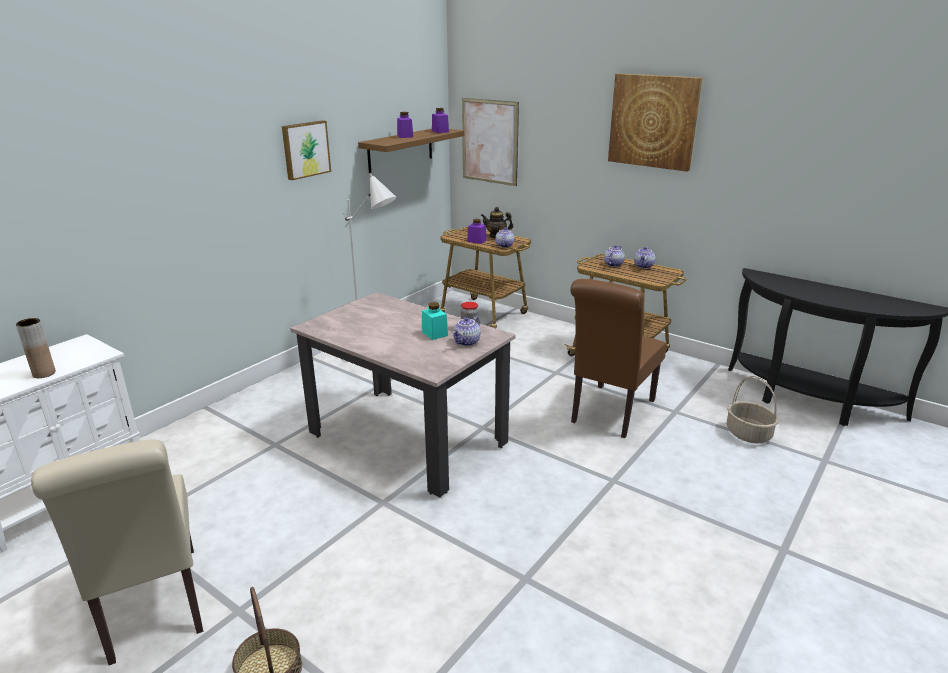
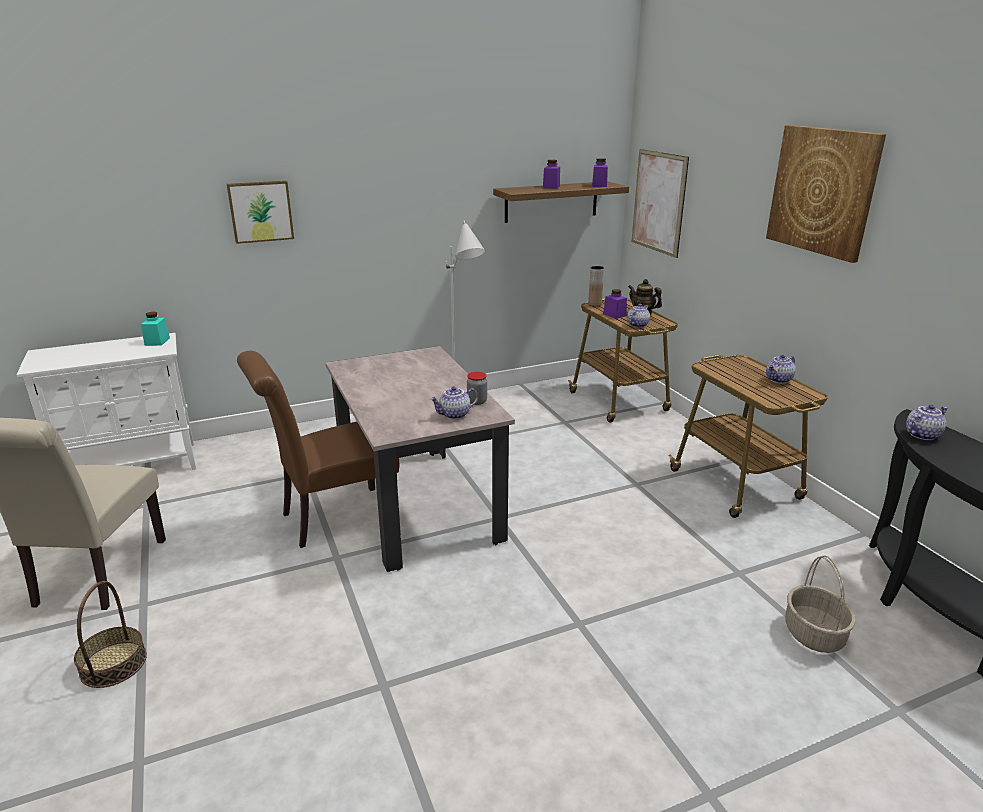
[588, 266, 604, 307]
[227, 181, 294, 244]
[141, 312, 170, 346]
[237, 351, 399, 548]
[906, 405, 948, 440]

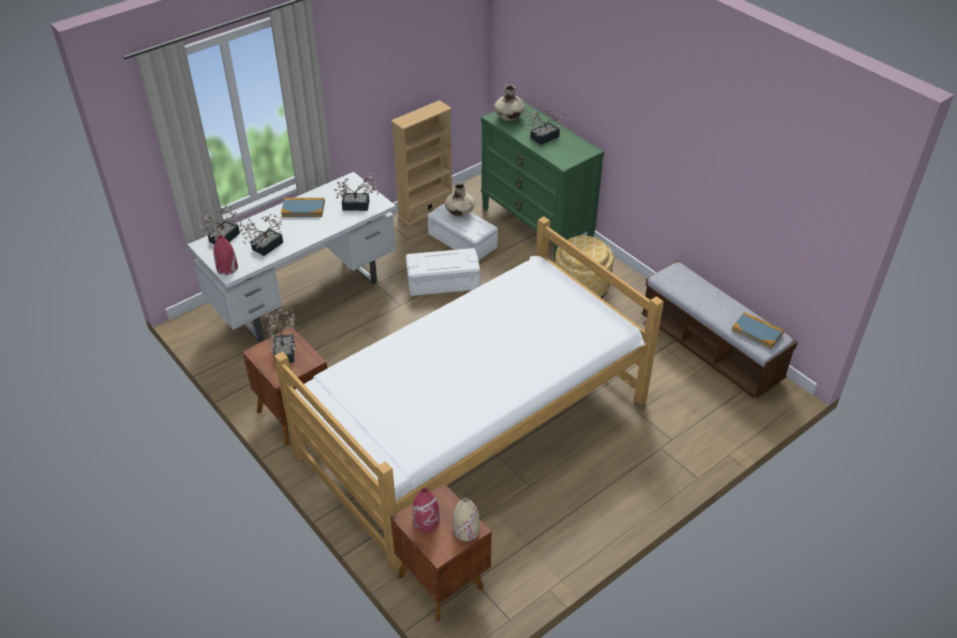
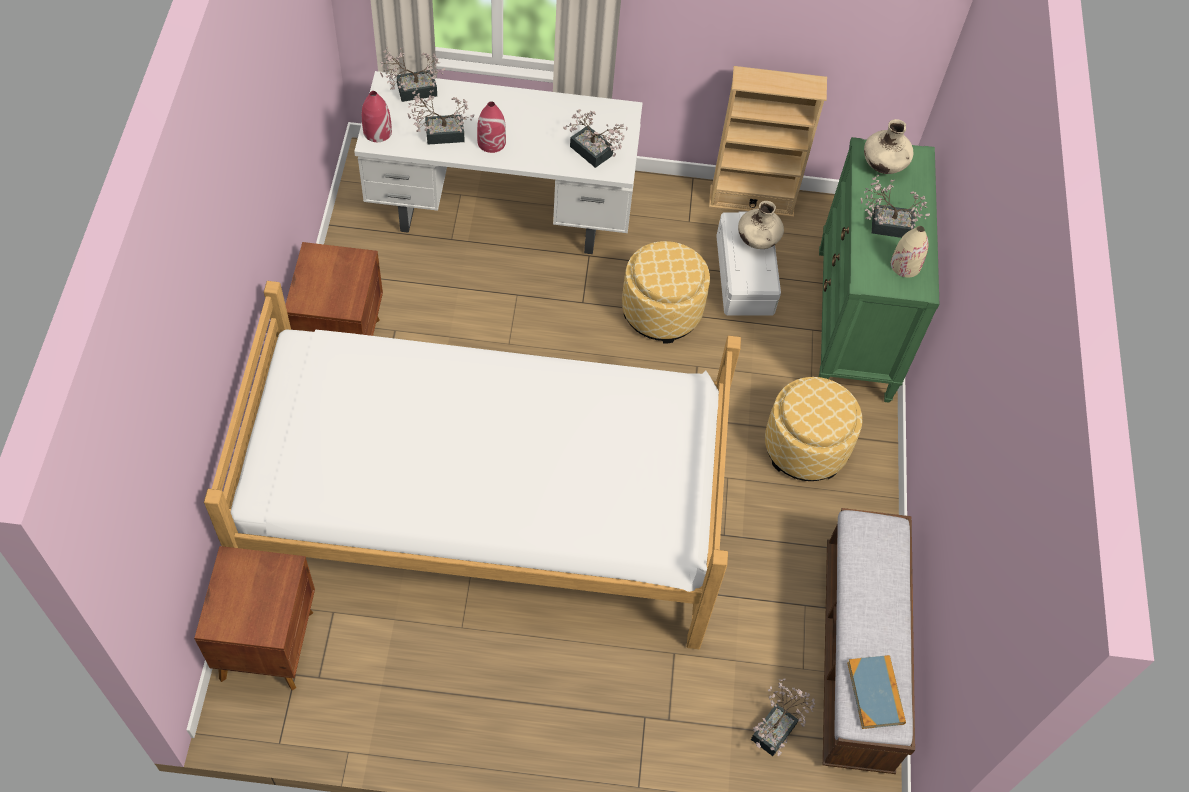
[281, 198, 325, 217] (first image)
[751, 678, 815, 756]
[477, 102, 506, 153]
[891, 226, 929, 277]
[622, 241, 710, 343]

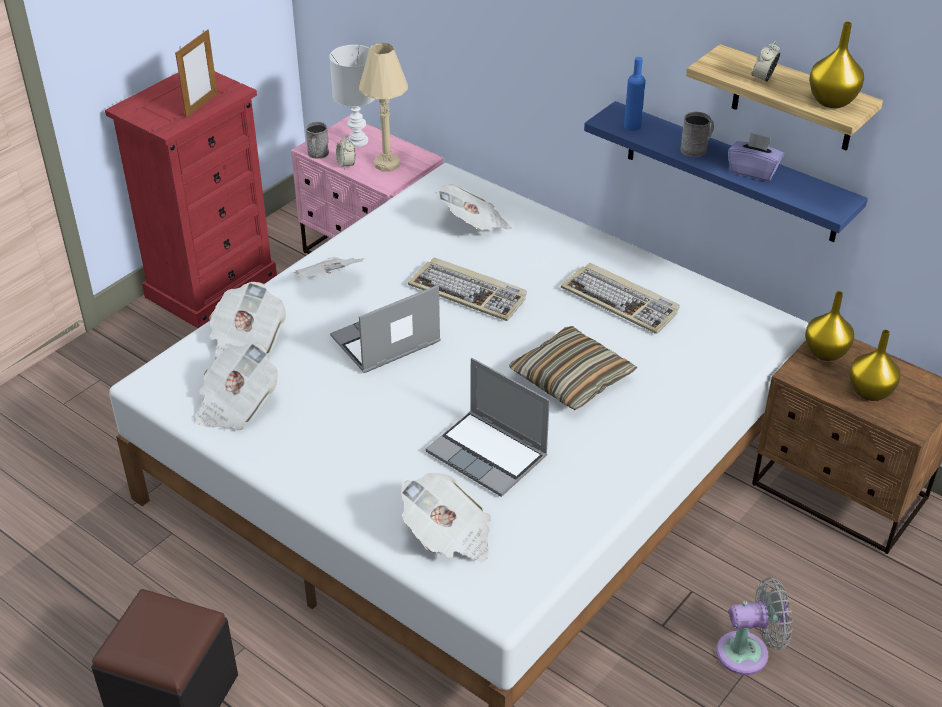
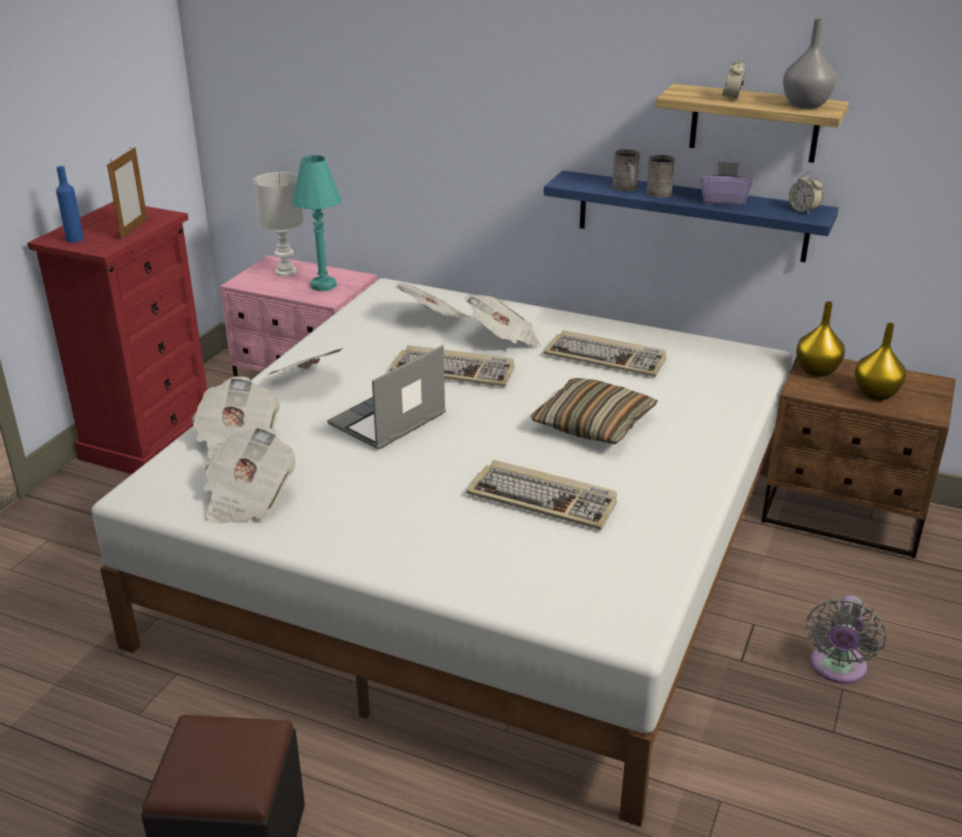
[612, 149, 640, 191]
[789, 172, 823, 215]
[465, 295, 541, 347]
[56, 166, 84, 243]
[467, 460, 618, 530]
[292, 155, 342, 291]
[783, 18, 836, 109]
[806, 595, 886, 684]

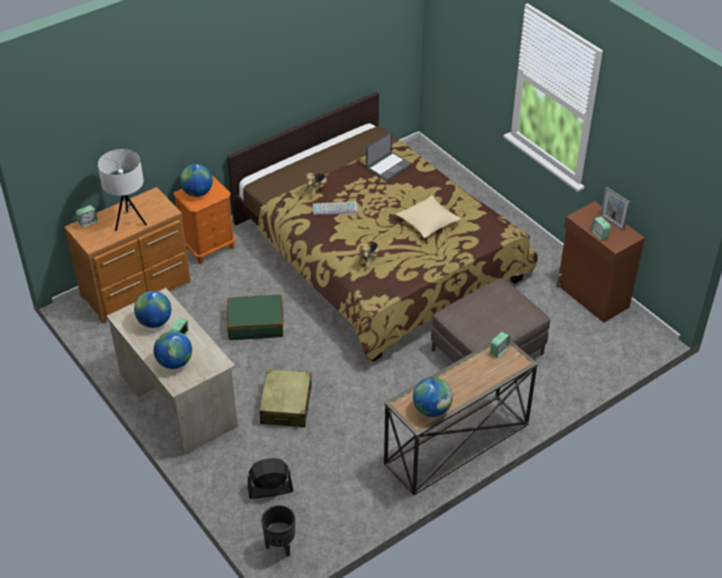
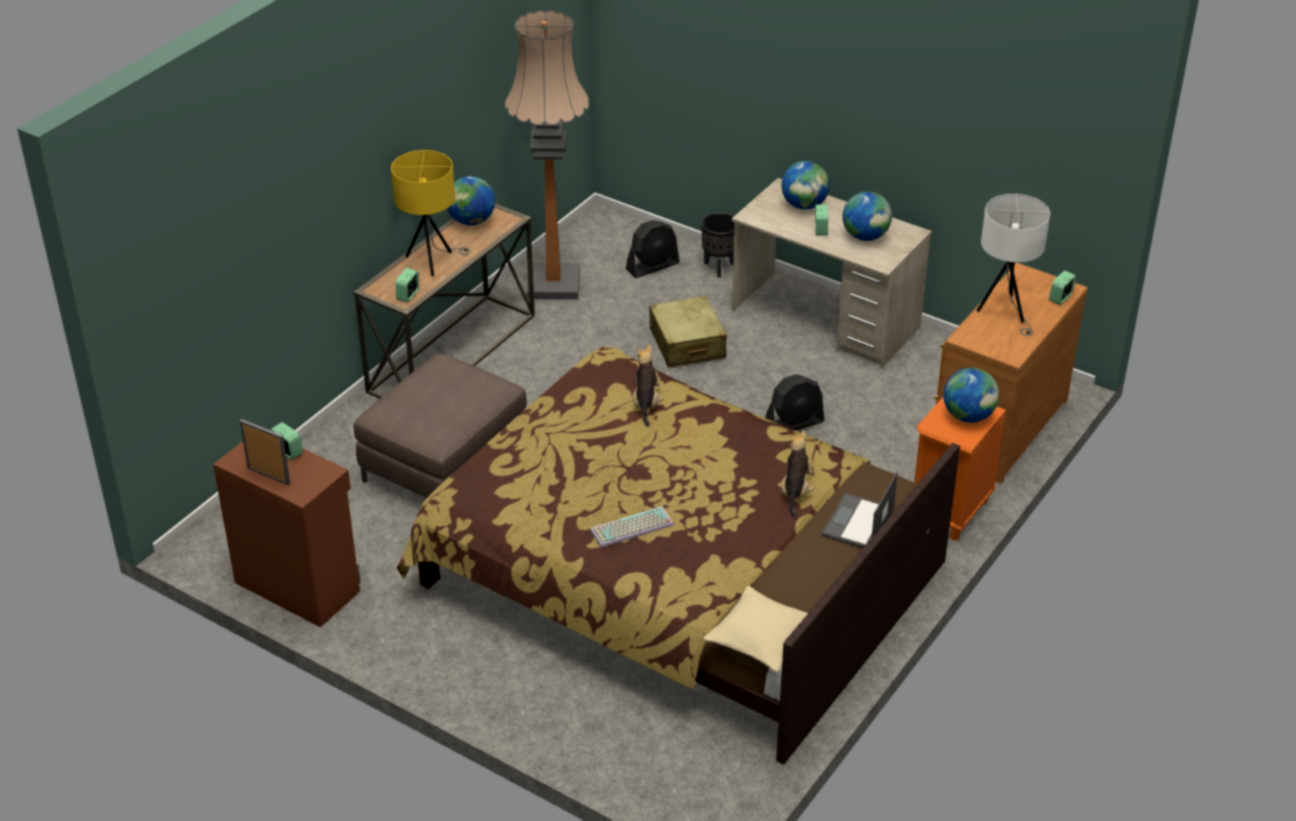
[391, 150, 470, 276]
[505, 10, 589, 300]
[701, 213, 735, 277]
[590, 506, 674, 548]
[821, 472, 898, 548]
[703, 586, 808, 672]
[765, 374, 824, 430]

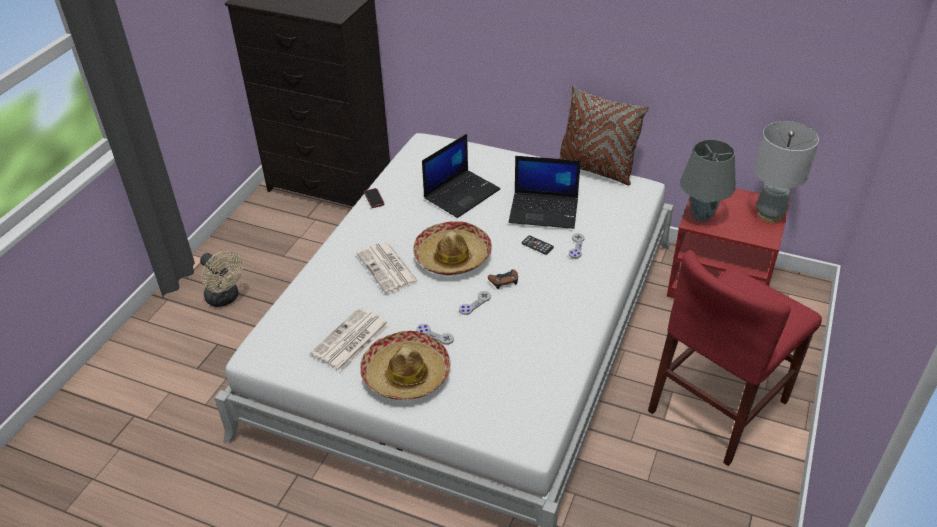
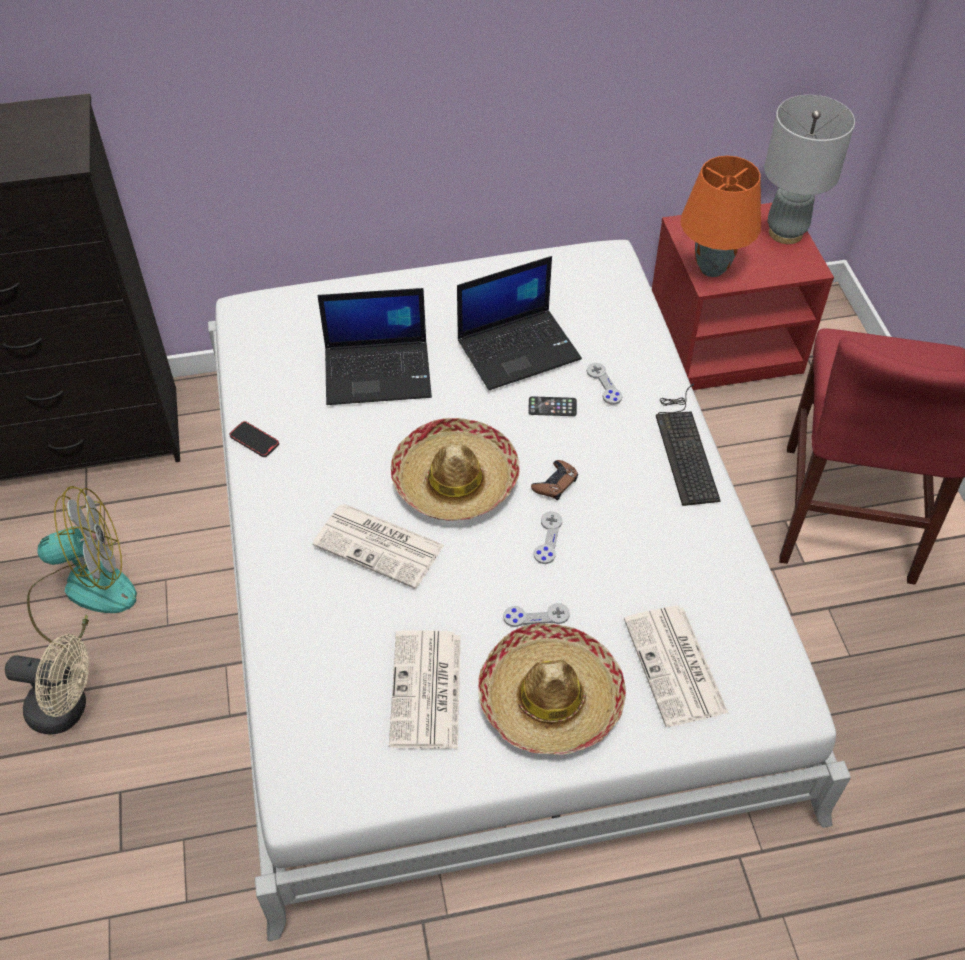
[558, 85, 649, 185] (first image)
[27, 486, 137, 648]
[624, 606, 728, 727]
[656, 383, 721, 506]
[681, 156, 761, 277]
[318, 288, 432, 405]

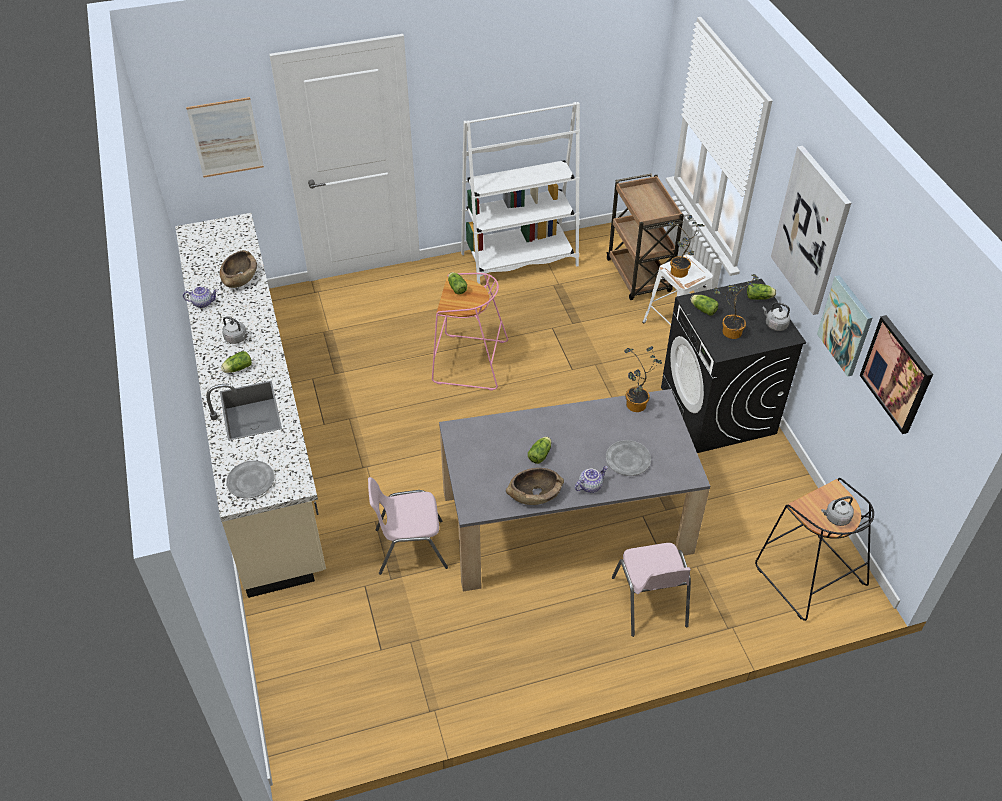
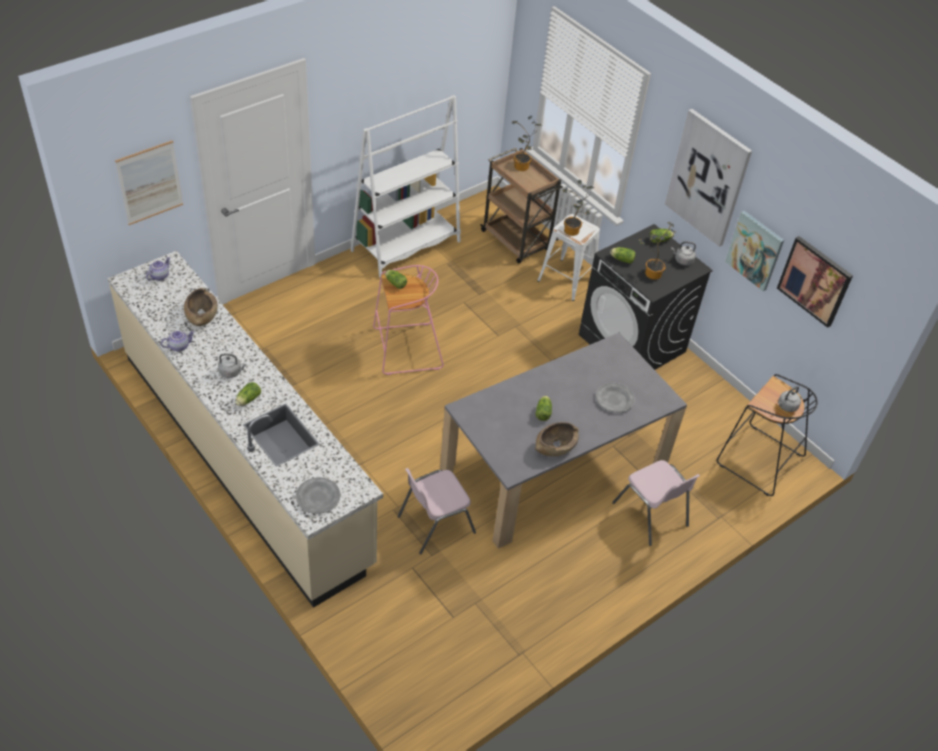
[146, 257, 170, 281]
[512, 116, 542, 171]

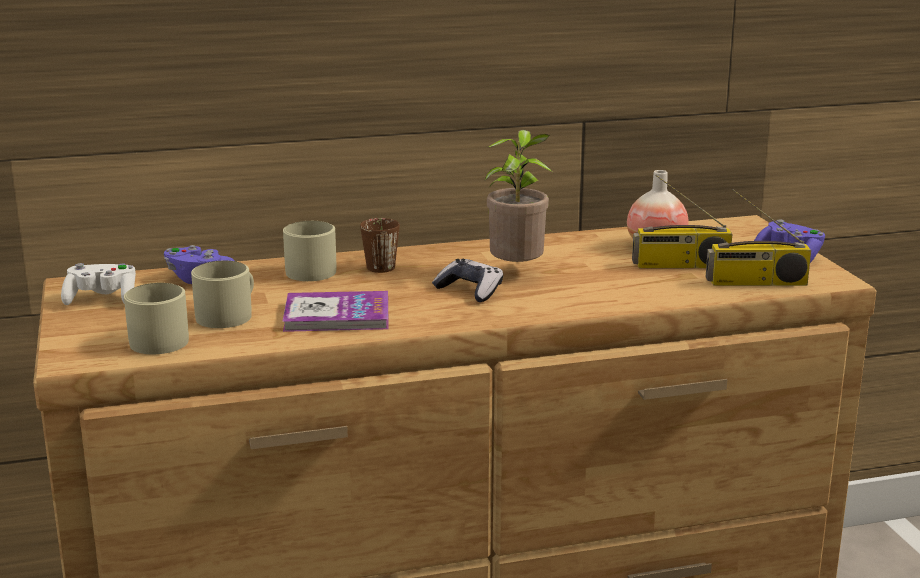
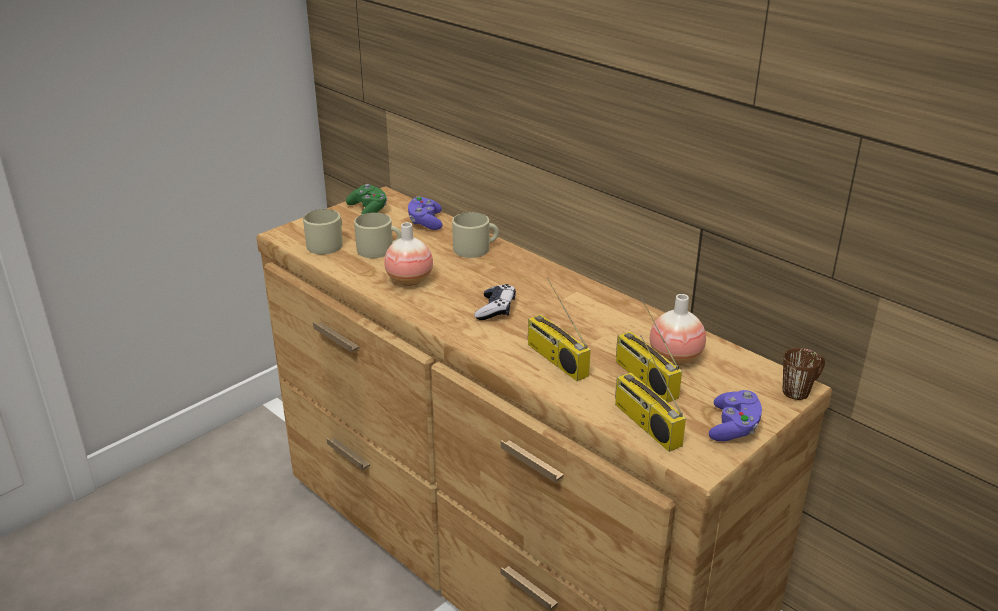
[485, 130, 552, 262] (first image)
[528, 278, 591, 381]
[783, 348, 825, 400]
[384, 222, 433, 286]
[346, 184, 388, 215]

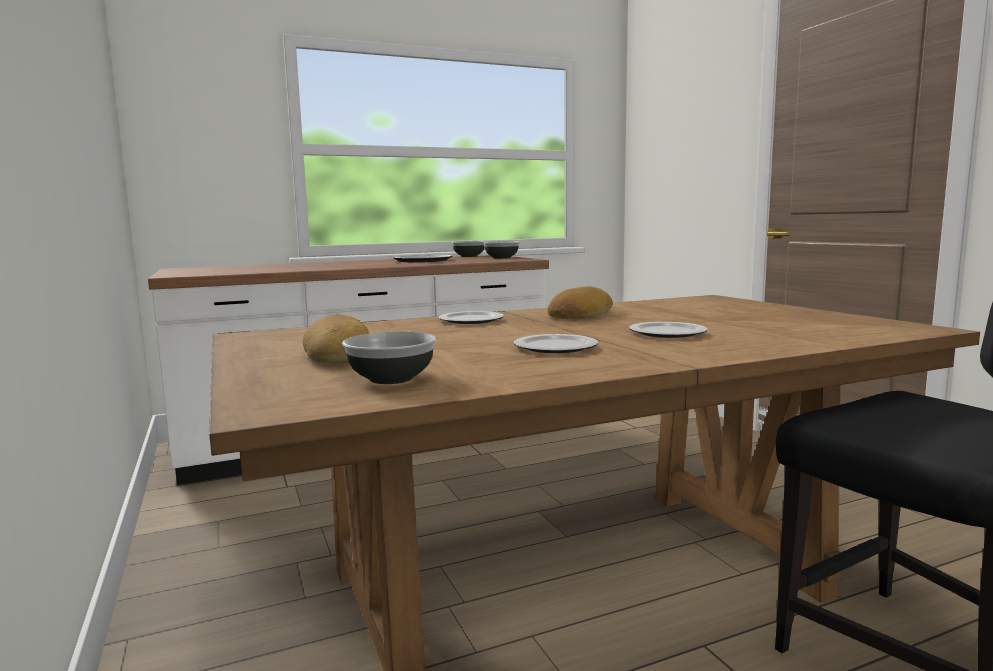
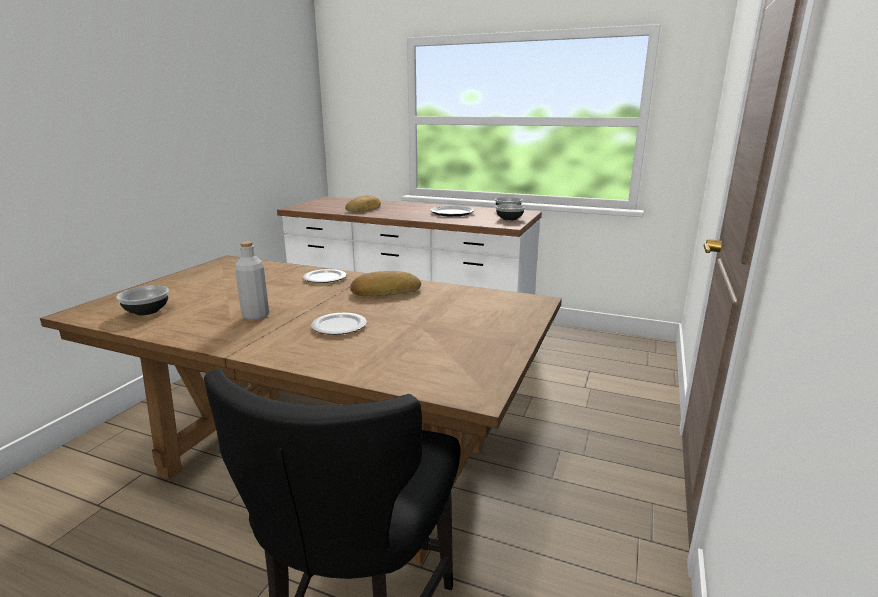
[345, 195, 381, 212]
[235, 241, 269, 320]

